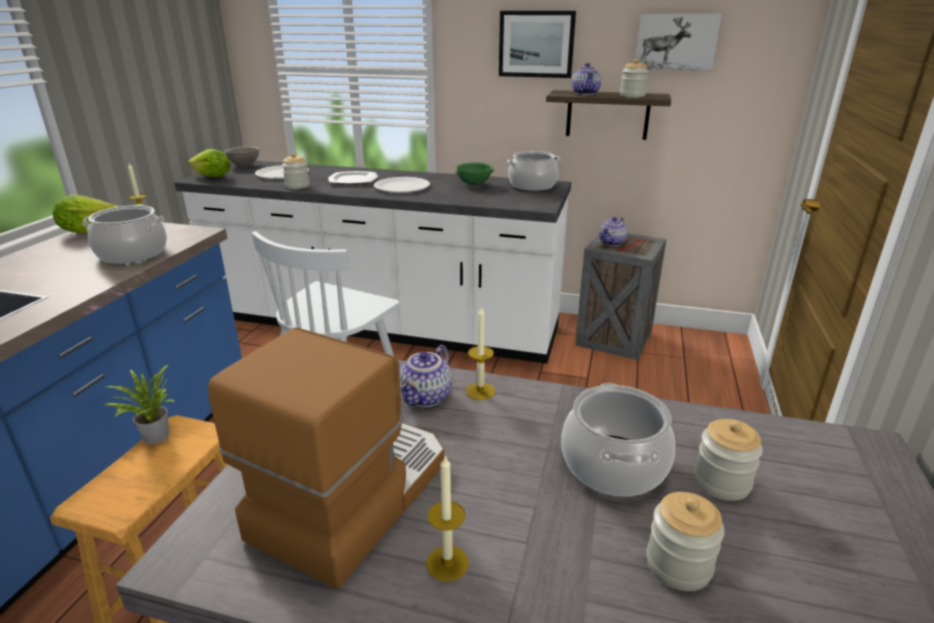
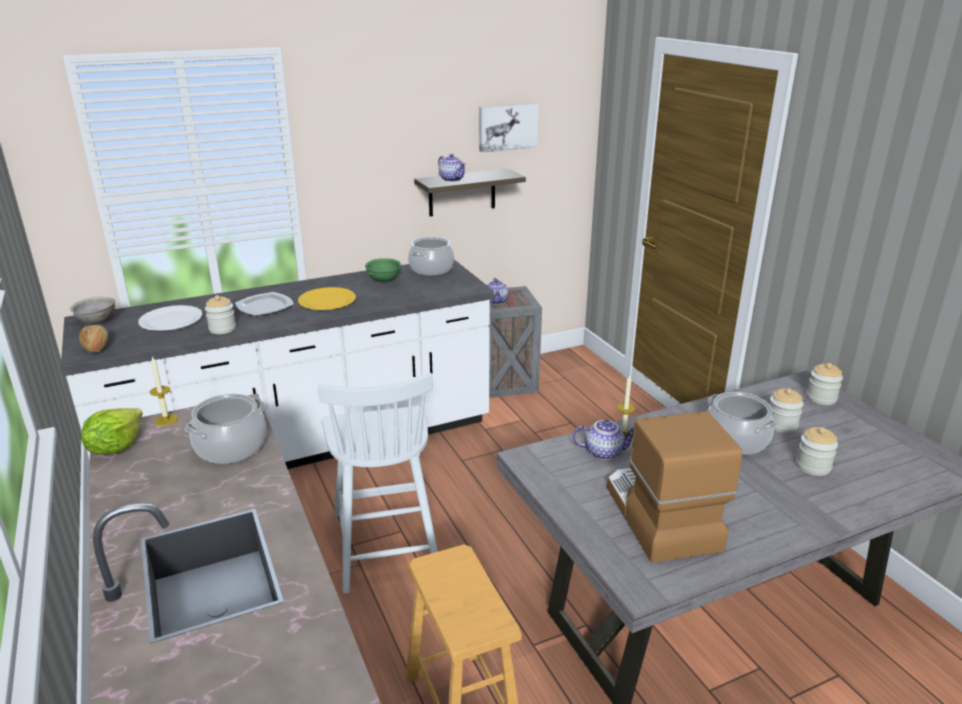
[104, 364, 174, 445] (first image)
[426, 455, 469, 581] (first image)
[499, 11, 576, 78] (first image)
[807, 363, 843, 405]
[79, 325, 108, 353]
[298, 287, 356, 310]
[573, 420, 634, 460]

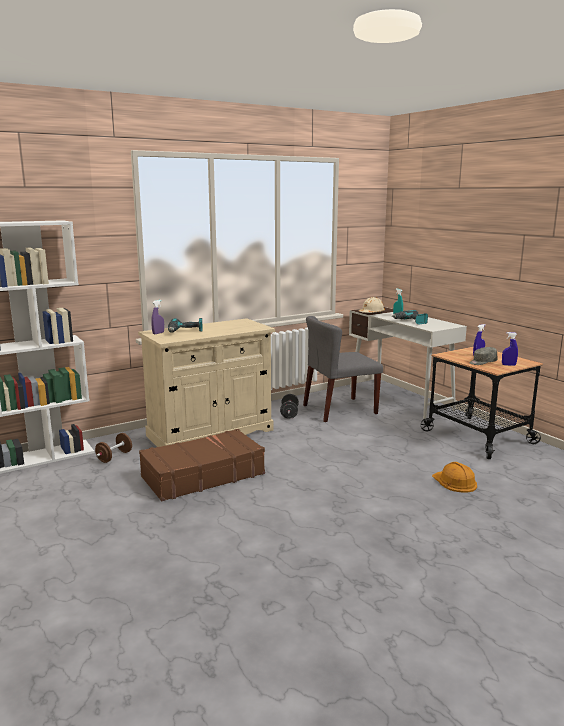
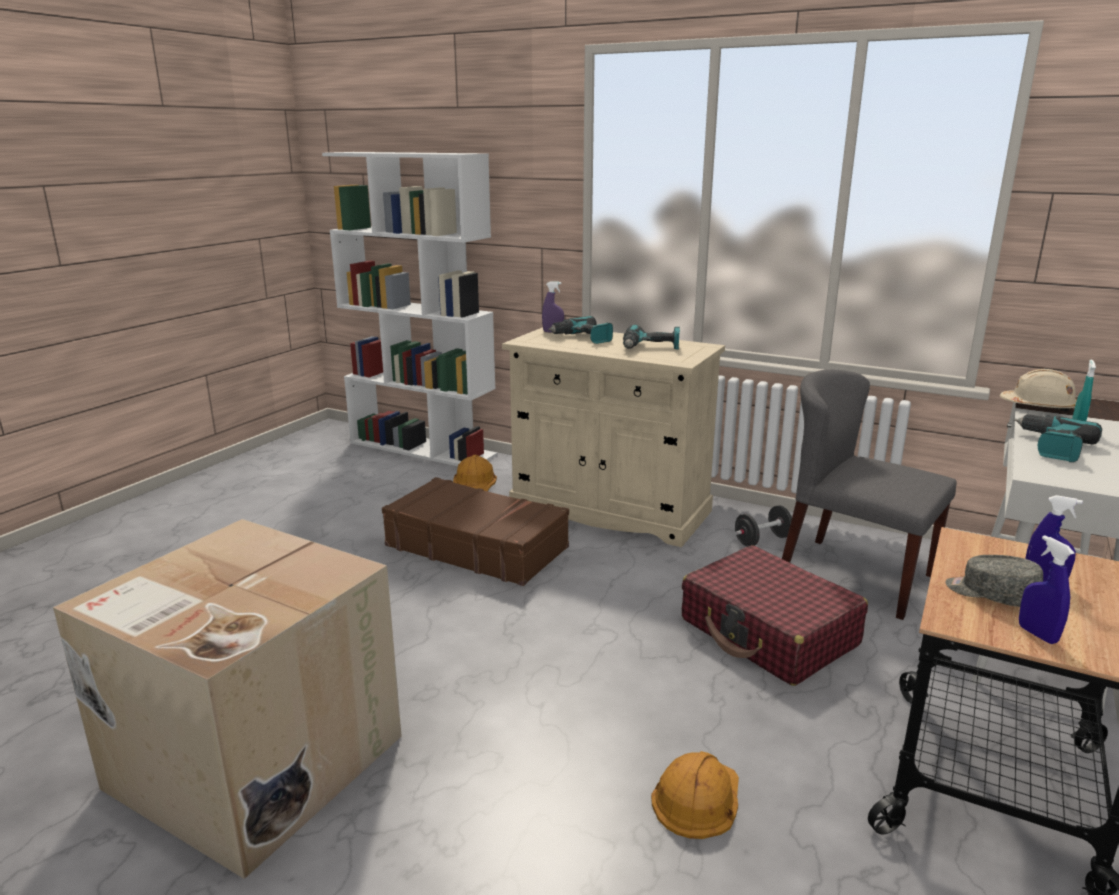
[53, 519, 402, 879]
[623, 325, 680, 349]
[682, 545, 868, 686]
[453, 455, 497, 491]

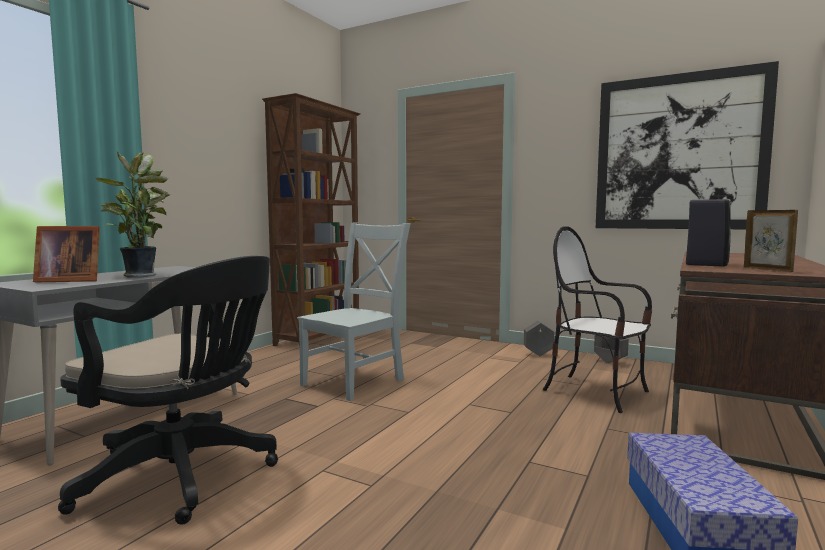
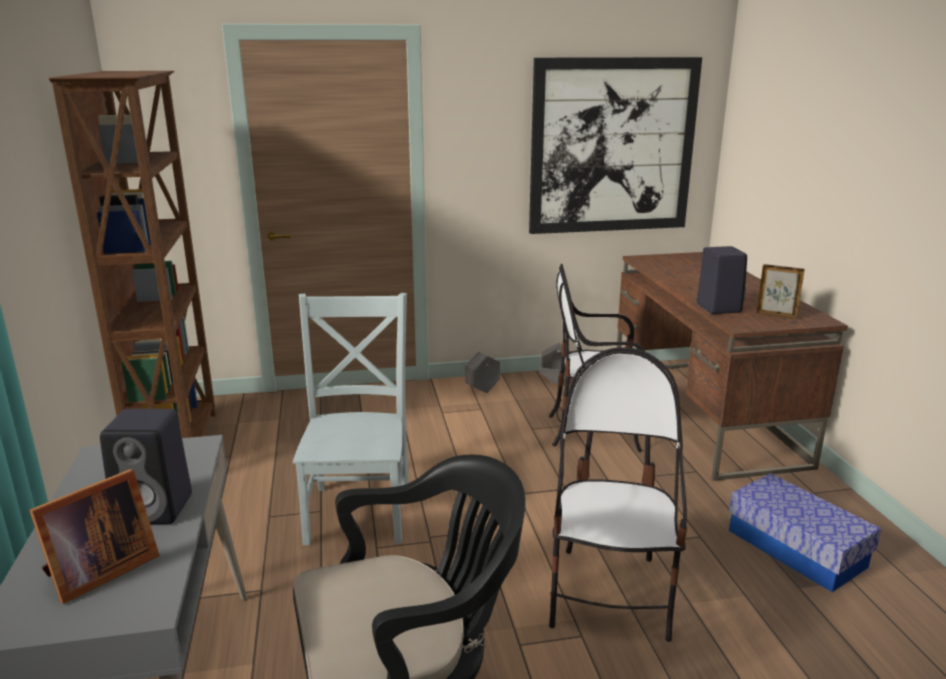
[549, 347, 687, 642]
[100, 409, 192, 524]

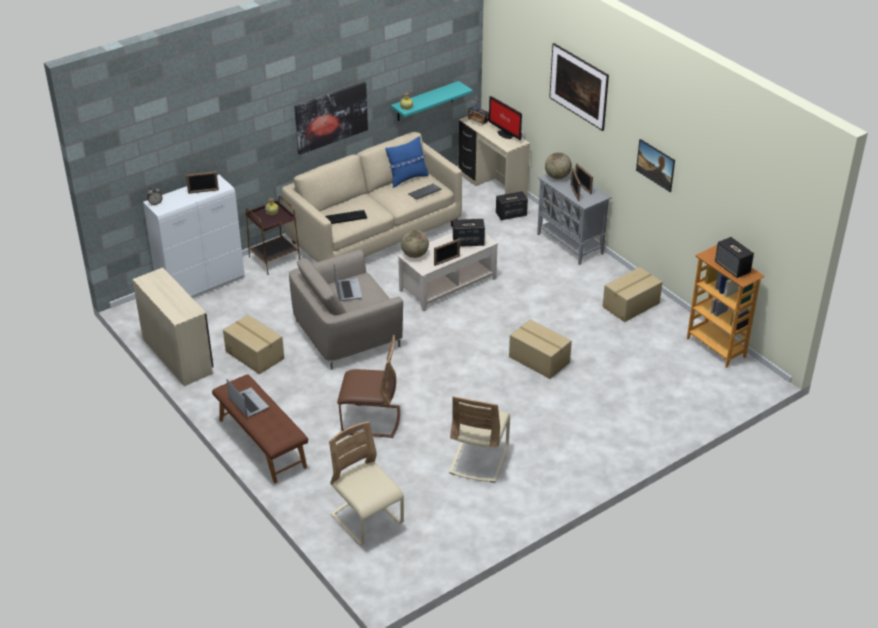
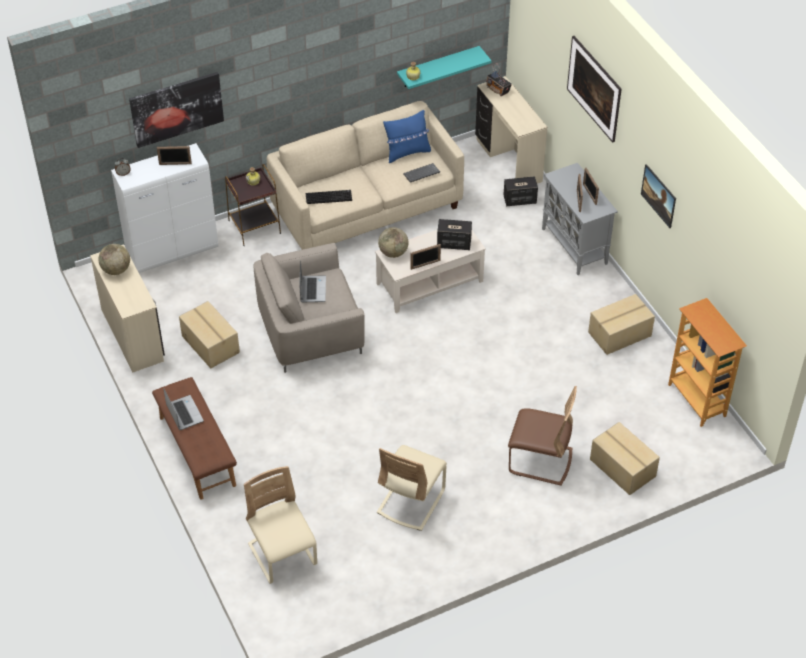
[489, 96, 522, 141] (first image)
[715, 237, 754, 278] (first image)
[129, 72, 224, 148]
[508, 386, 577, 486]
[590, 422, 660, 495]
[98, 244, 130, 275]

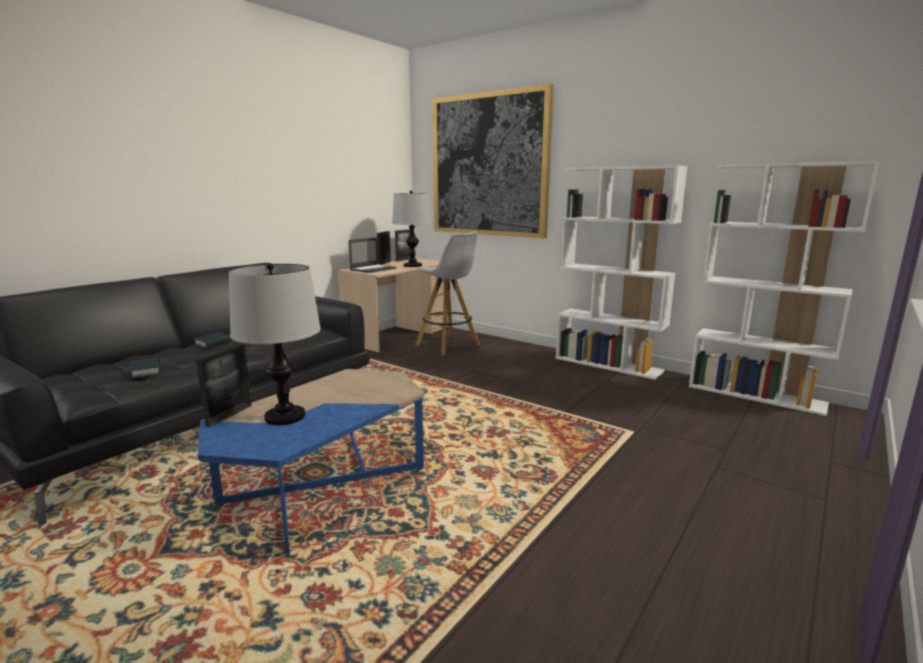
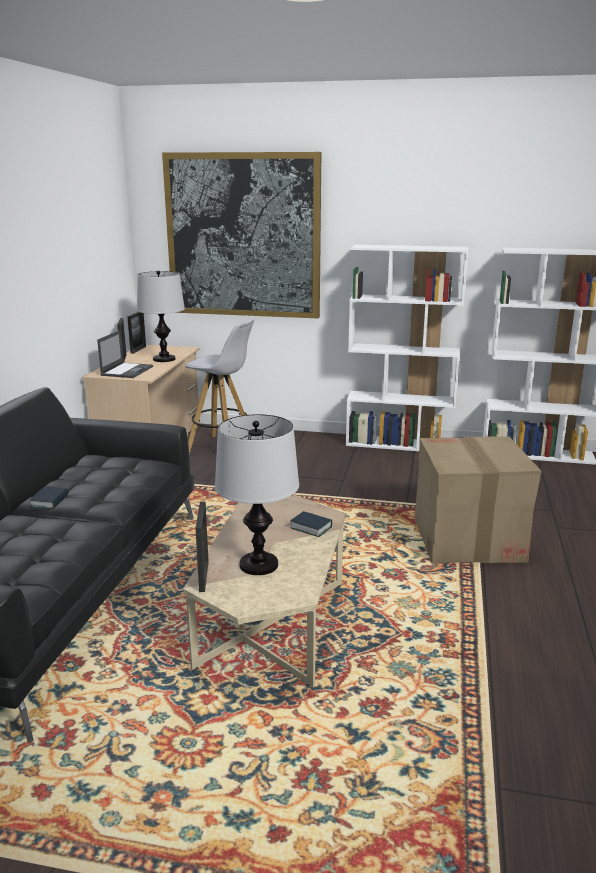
[414, 436, 542, 563]
[290, 511, 332, 537]
[183, 496, 345, 687]

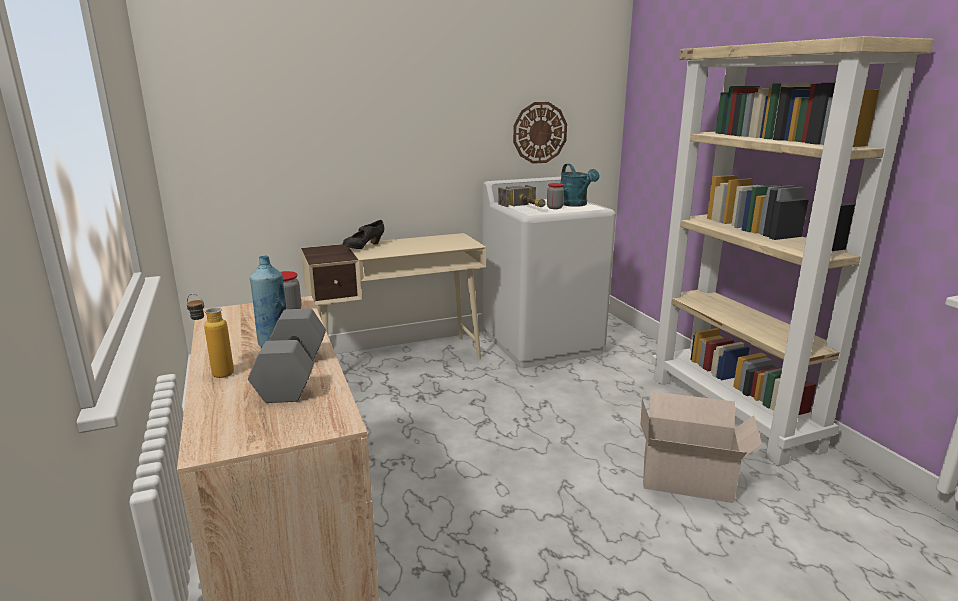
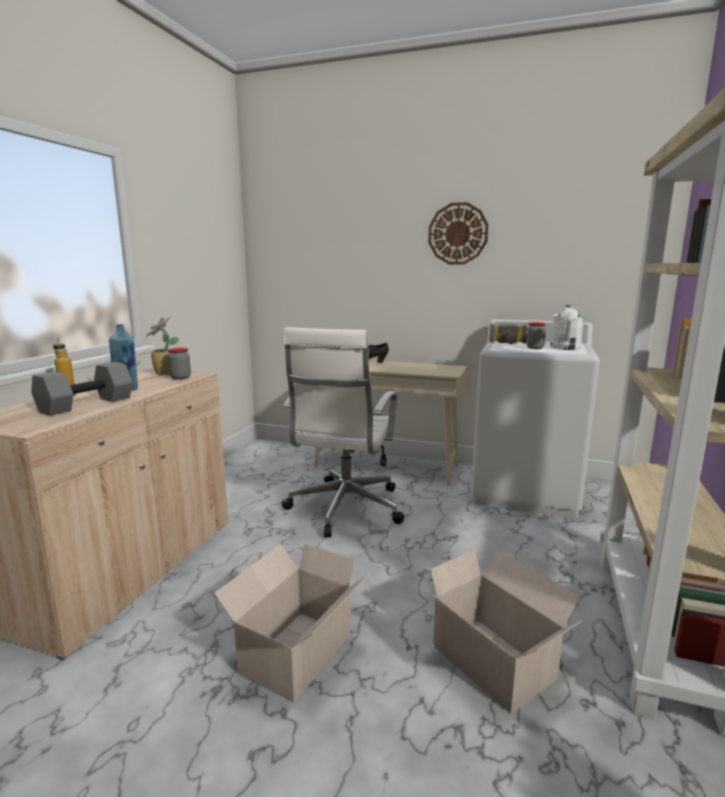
[146, 316, 179, 375]
[214, 543, 370, 702]
[282, 327, 404, 537]
[428, 202, 488, 264]
[550, 305, 584, 350]

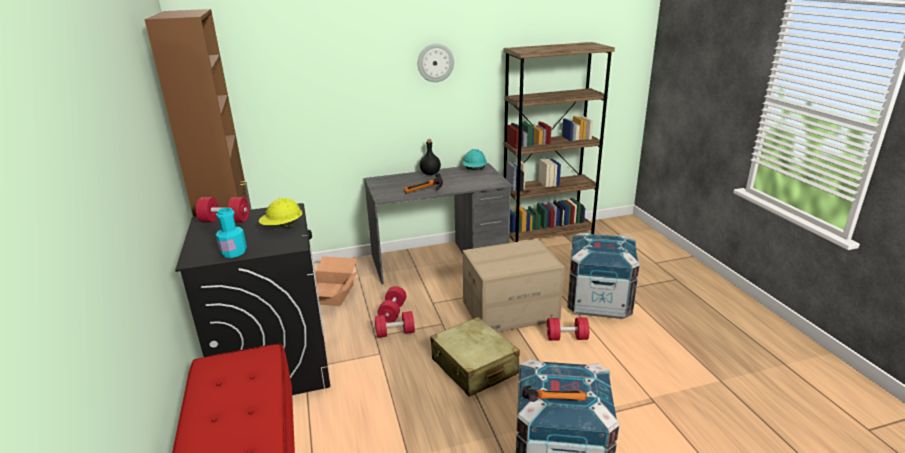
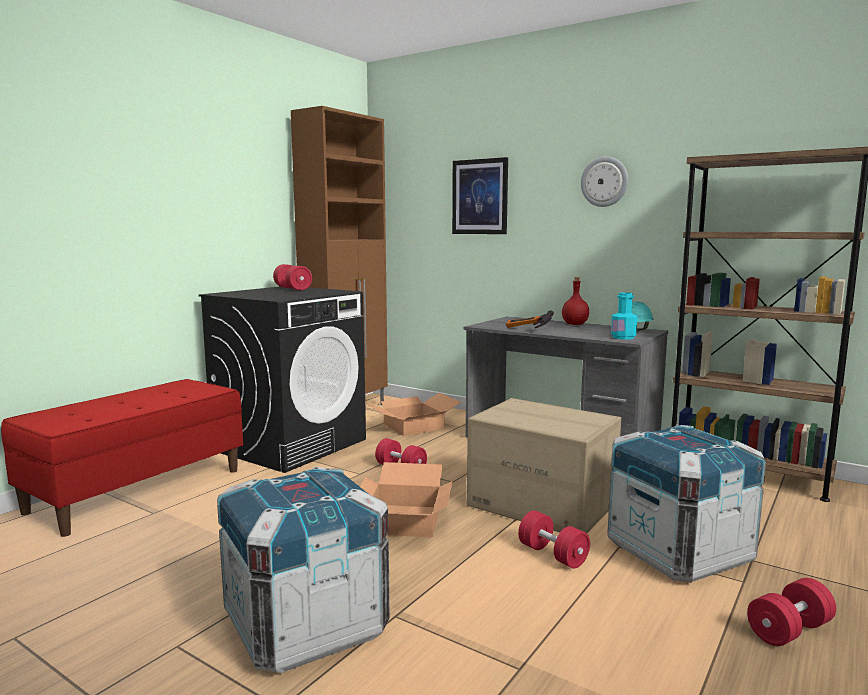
[259, 198, 303, 229] (first image)
[522, 386, 587, 402] (first image)
[452, 157, 508, 234]
[611, 292, 637, 340]
[747, 578, 836, 646]
[360, 462, 453, 538]
[562, 277, 589, 325]

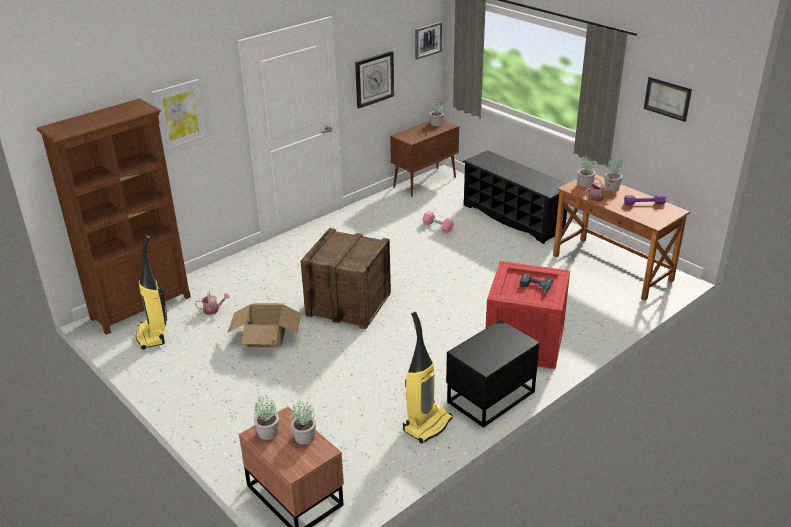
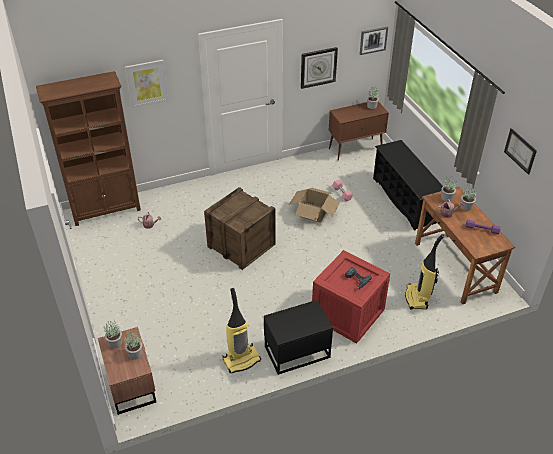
[405, 234, 444, 310]
[289, 188, 340, 222]

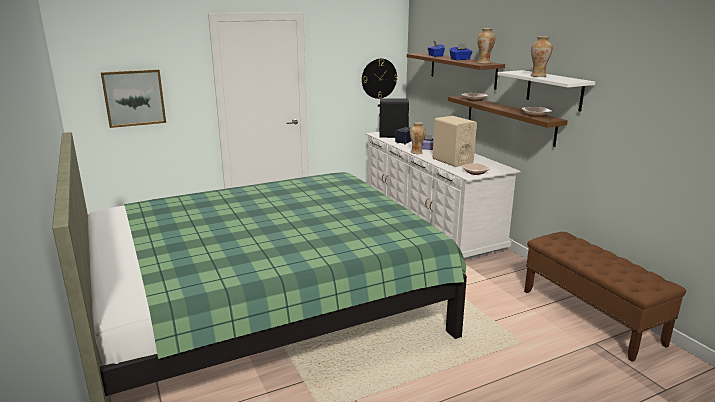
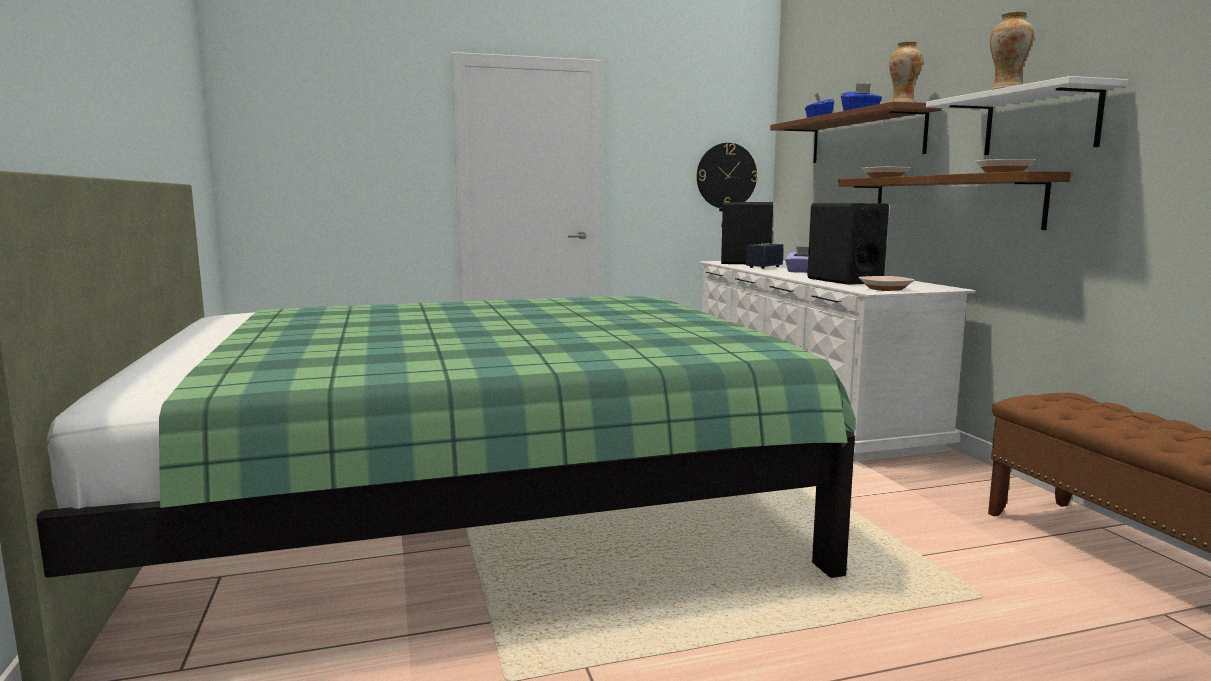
[101, 69, 166, 128] (first image)
[410, 122, 426, 154] (first image)
[807, 203, 889, 285]

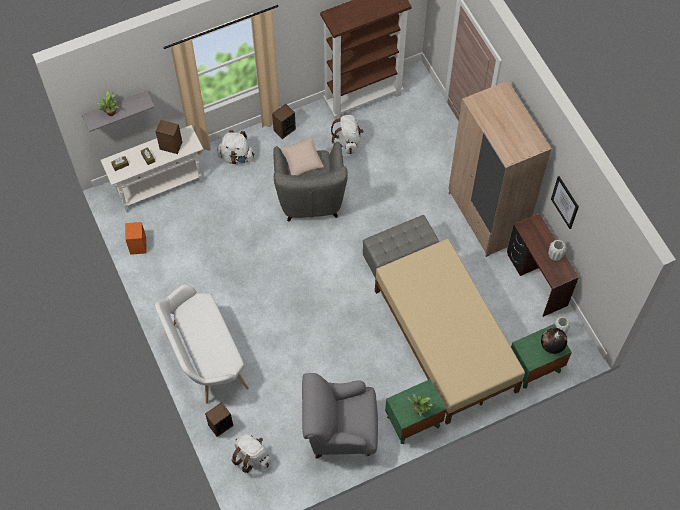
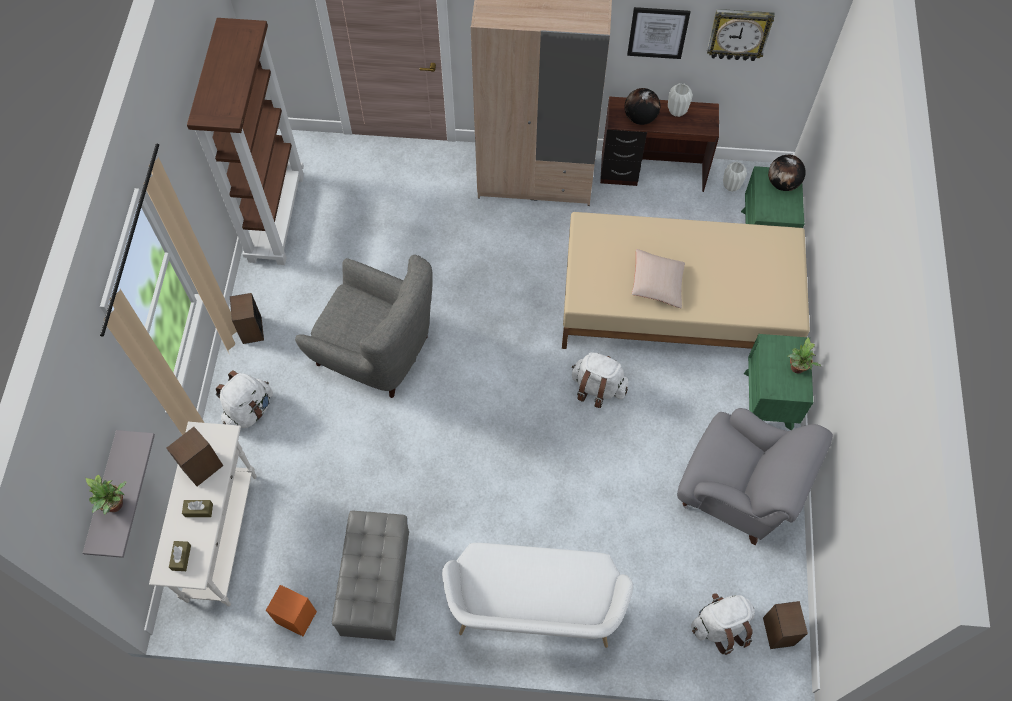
[624, 88, 660, 125]
[707, 9, 775, 61]
[763, 601, 808, 649]
[632, 249, 685, 308]
[571, 352, 629, 408]
[332, 510, 409, 641]
[677, 408, 833, 545]

